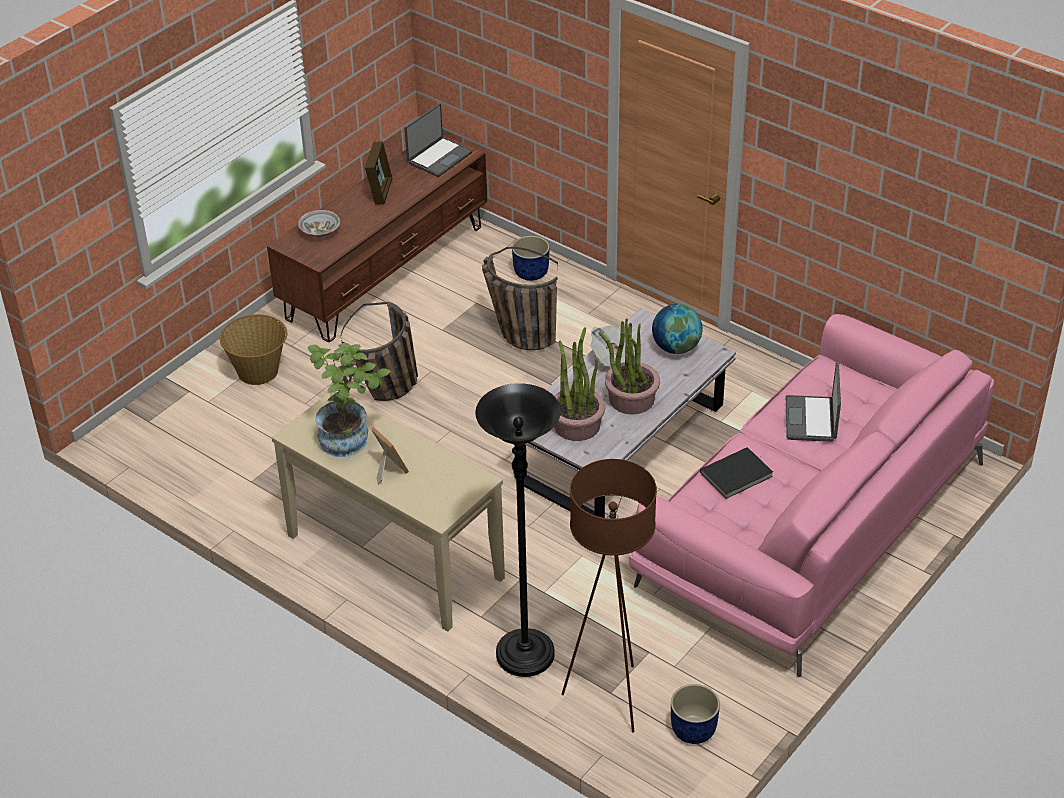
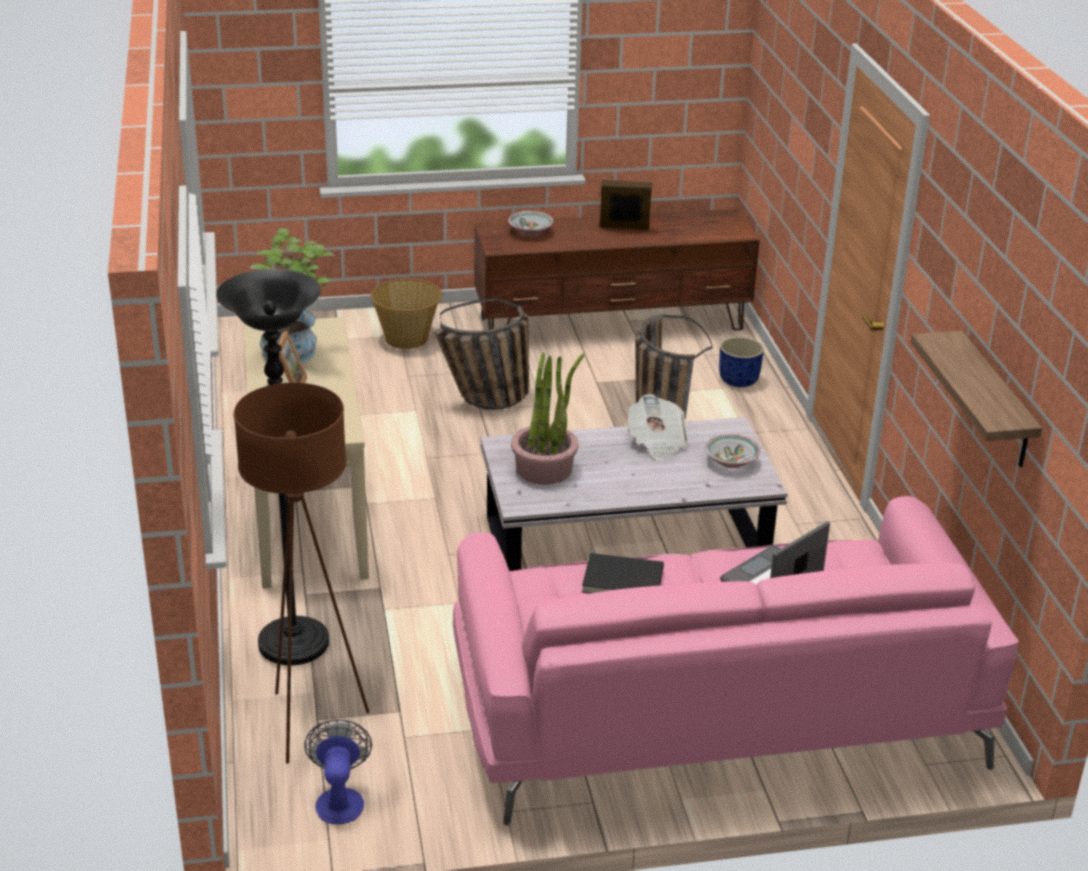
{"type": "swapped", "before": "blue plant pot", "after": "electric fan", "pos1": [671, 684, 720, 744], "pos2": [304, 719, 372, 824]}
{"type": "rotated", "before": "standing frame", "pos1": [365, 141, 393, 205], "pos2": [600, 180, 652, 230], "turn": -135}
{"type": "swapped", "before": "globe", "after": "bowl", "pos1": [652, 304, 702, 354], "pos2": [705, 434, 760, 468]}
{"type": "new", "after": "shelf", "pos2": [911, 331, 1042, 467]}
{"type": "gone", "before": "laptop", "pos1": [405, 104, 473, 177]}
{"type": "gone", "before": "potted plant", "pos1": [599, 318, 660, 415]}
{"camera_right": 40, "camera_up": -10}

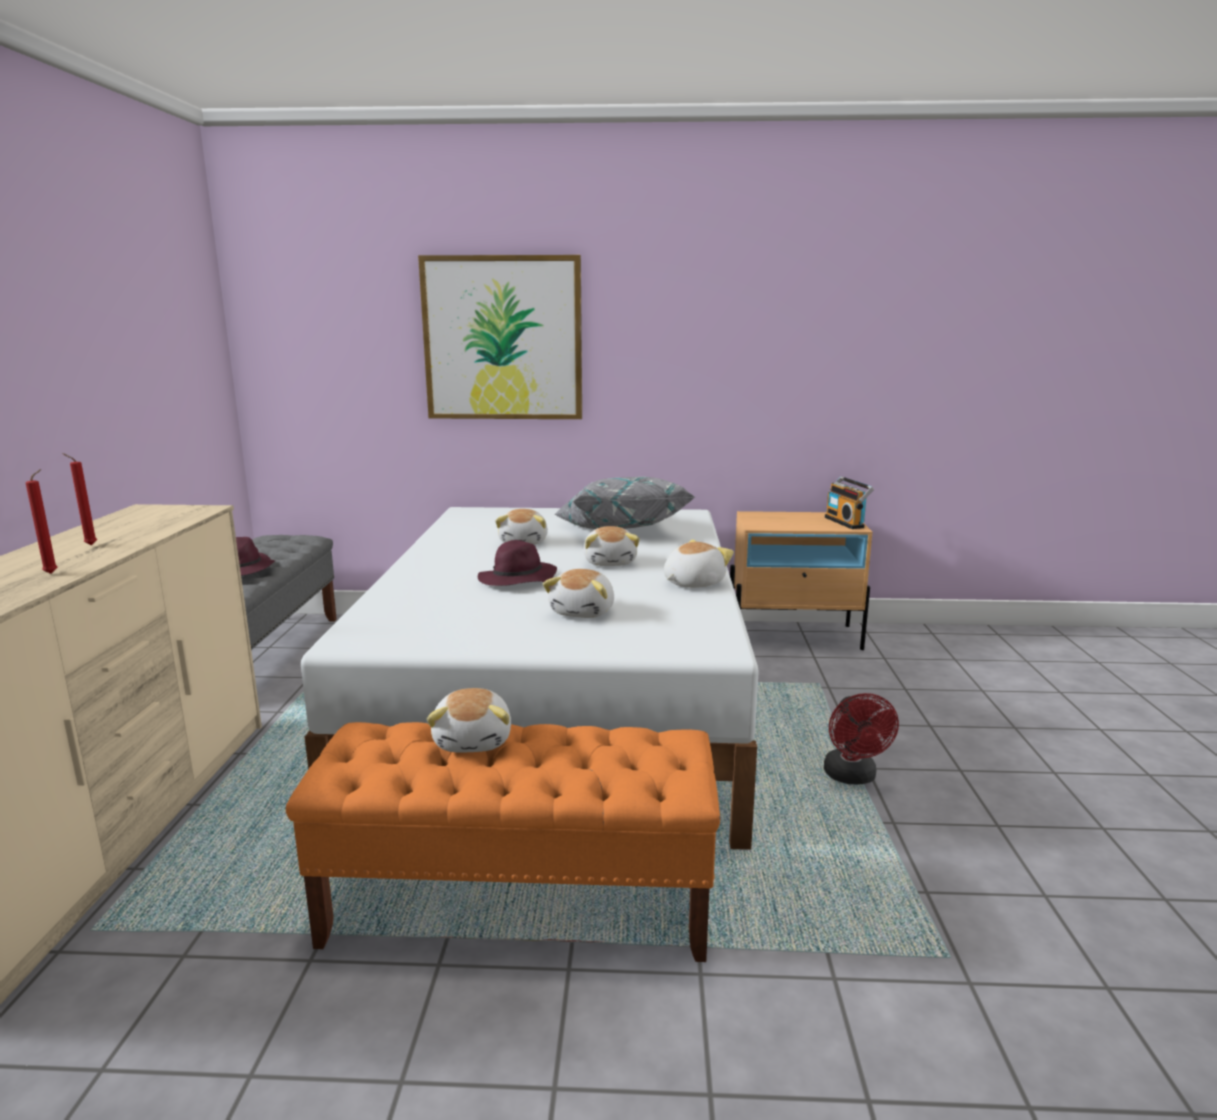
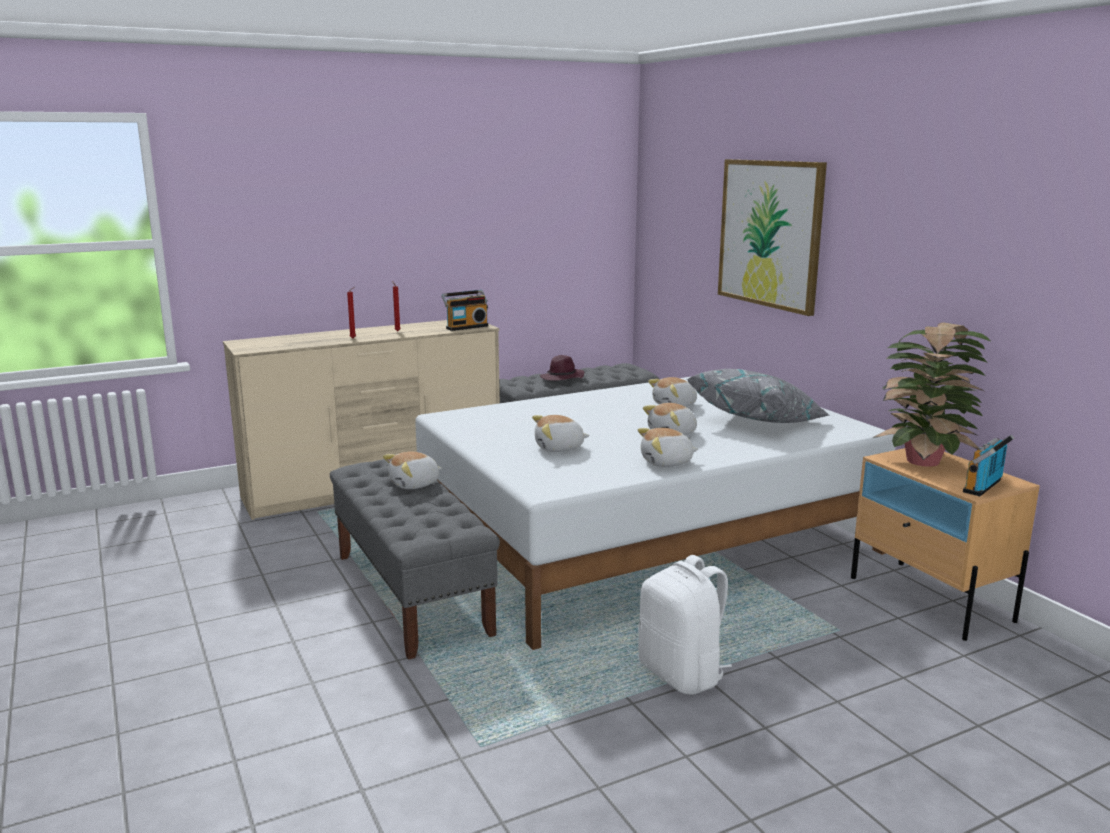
{"type": "repainted", "before": "orange long seat", "after": "greyish long seat", "pos1": [286, 722, 720, 962], "pos2": [330, 459, 500, 660]}
{"type": "new", "after": "radio set", "pos2": [441, 290, 488, 331]}
{"type": "rotated", "before": "soft toy", "pos1": [664, 539, 734, 588], "pos2": [638, 428, 698, 467], "turn": 150}
{"type": "swapped", "before": "reddish electric fan", "after": "whitish knapsack", "pos1": [824, 693, 899, 785], "pos2": [638, 555, 732, 695]}
{"type": "new", "after": "potted plant", "pos2": [872, 322, 990, 467]}
{"type": "gone", "before": "purplish hat", "pos1": [478, 540, 557, 586]}
{"camera_right": 60, "camera_up": 0}

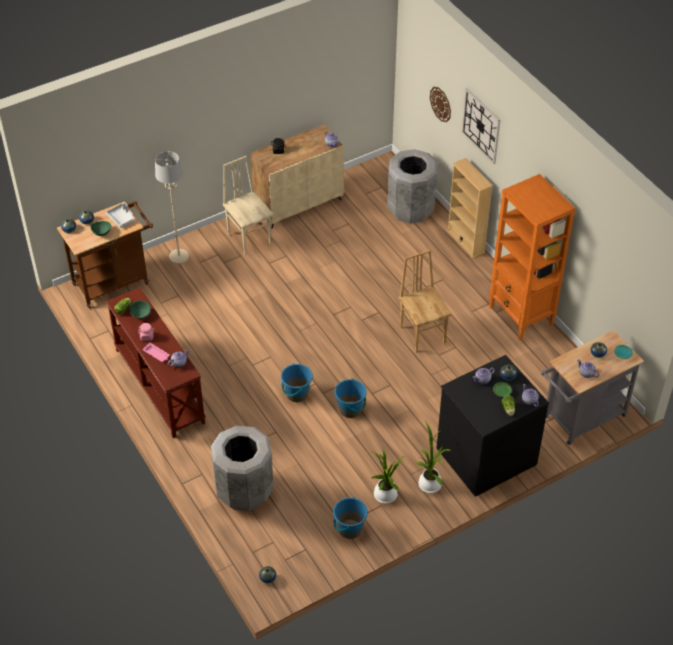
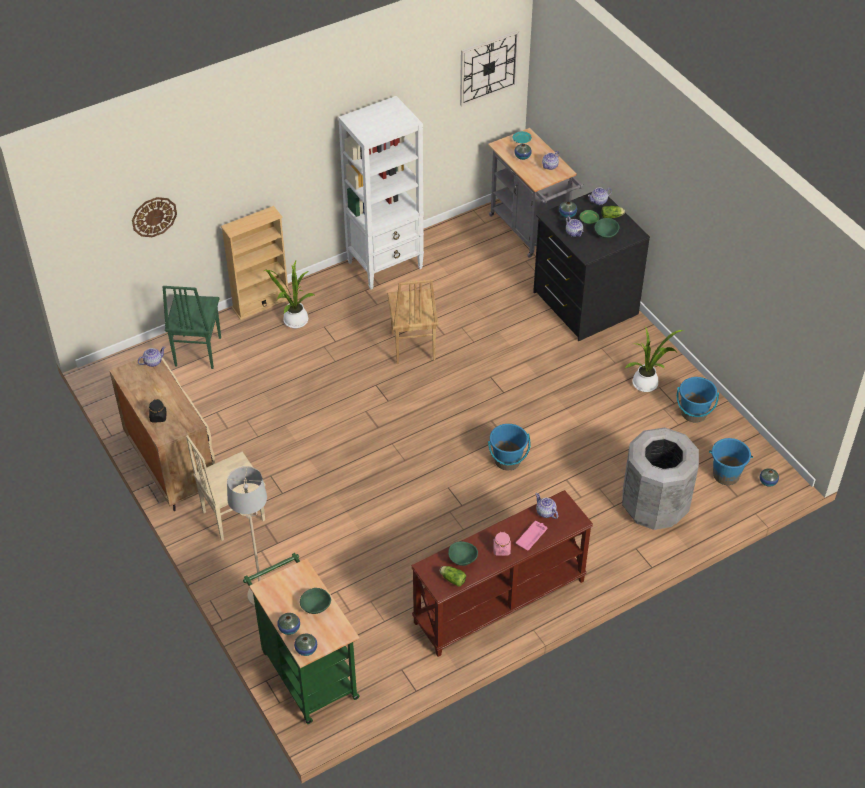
{"type": "swapped", "before": "greyish rubbish bin", "after": "greenish plain chair", "pos1": [387, 149, 438, 224], "pos2": [162, 286, 221, 369]}
{"type": "repainted", "before": "brownish cart", "after": "greenish cart", "pos1": [57, 201, 153, 309], "pos2": [243, 553, 360, 724]}
{"type": "shifted", "before": "potted plant", "pos1": [416, 420, 450, 493], "pos2": [264, 261, 314, 328]}
{"type": "repainted", "before": "orange bookcase", "after": "whitish bookcase", "pos1": [489, 174, 575, 340], "pos2": [338, 96, 424, 290]}
{"type": "rotated", "before": "brownish plain chair", "pos1": [399, 250, 452, 353], "pos2": [387, 280, 439, 364], "turn": -75}
{"type": "shifted", "before": "clock on the wall", "pos1": [461, 88, 500, 164], "pos2": [460, 30, 519, 106]}
{"type": "new", "after": "greenish bowl", "pos2": [595, 218, 619, 238]}
{"type": "shifted", "before": "blue bucket", "pos1": [335, 378, 367, 418], "pos2": [709, 438, 753, 485]}
{"type": "gone", "before": "greyish tray", "pos1": [106, 202, 134, 228]}
{"camera_right": -90, "camera_up": 0}

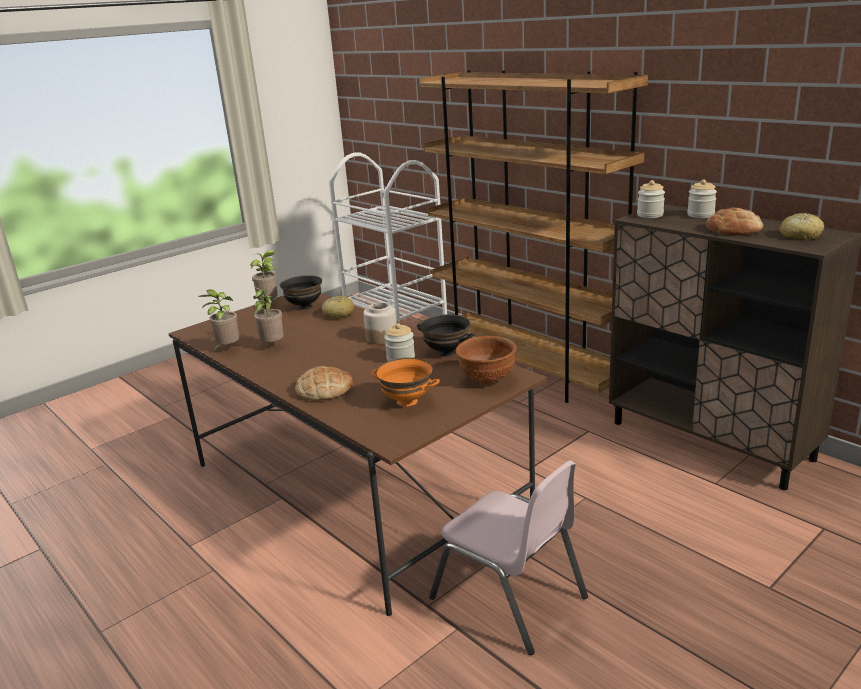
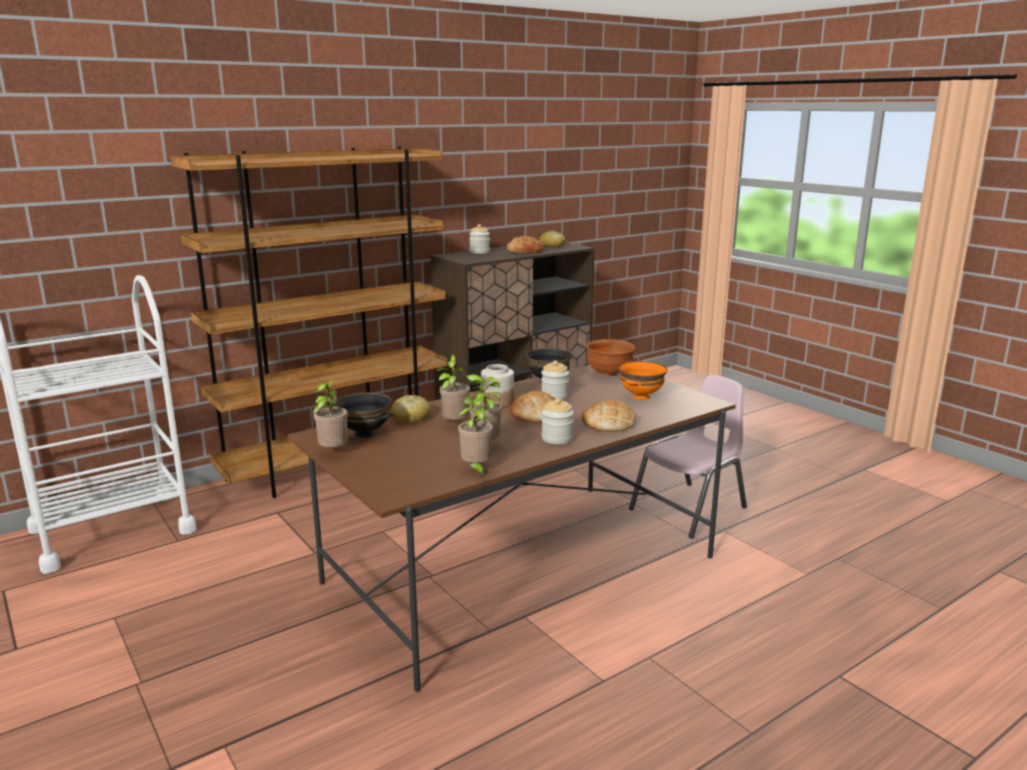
{"type": "new", "after": "potted plant", "pos2": [436, 355, 470, 421]}
{"type": "new", "after": "baked bread", "pos2": [509, 391, 556, 422]}
{"type": "shifted", "before": "jar", "pos1": [637, 180, 665, 218], "pos2": [541, 398, 574, 444]}
{"camera_right": -85, "camera_up": -5}

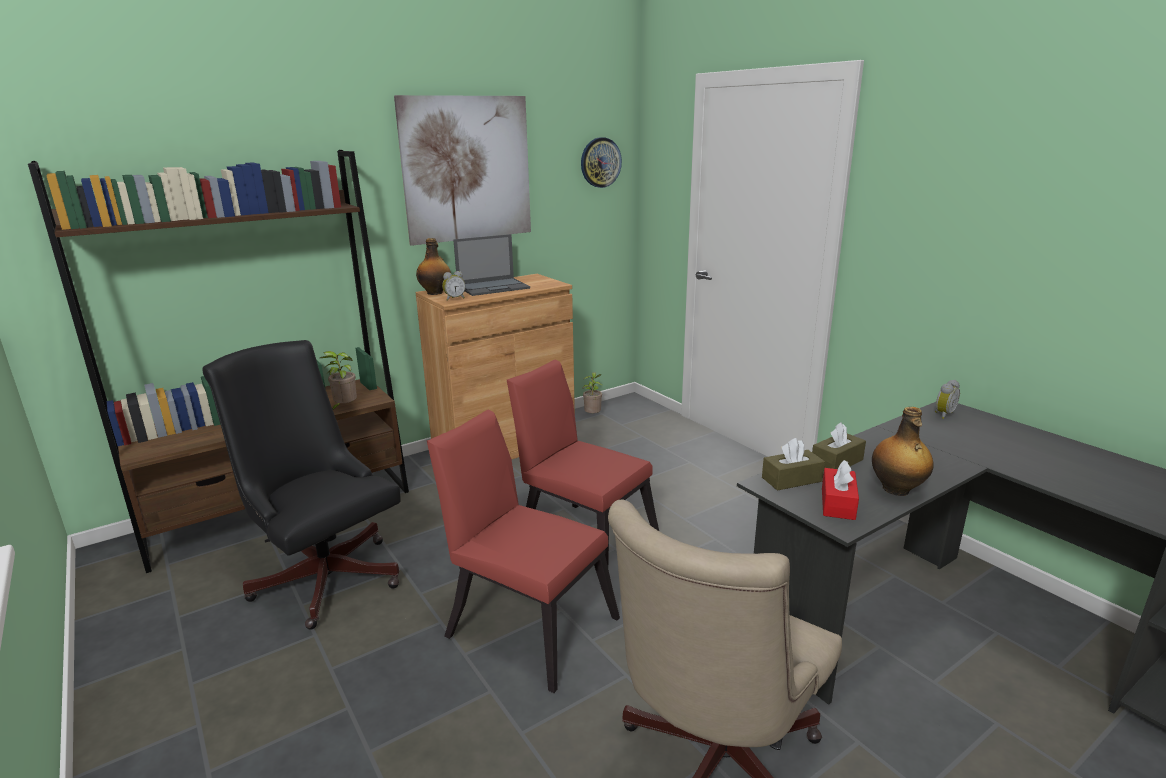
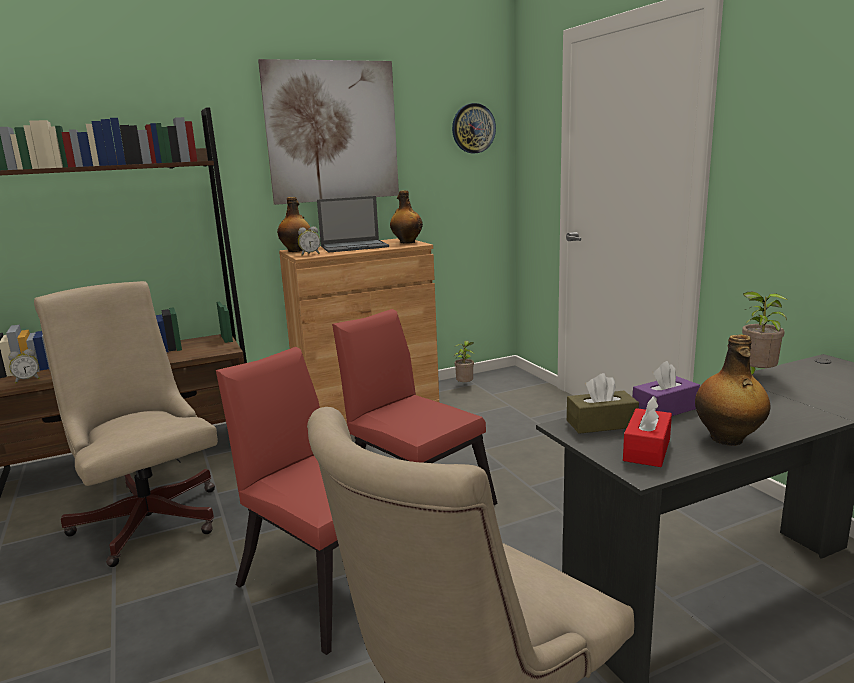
{"type": "shifted", "before": "alarm clock", "pos1": [935, 380, 960, 419], "pos2": [8, 349, 40, 384]}
{"type": "repainted", "before": "black computer chair", "after": "sand-coloured computer chair", "pos1": [202, 340, 401, 630], "pos2": [34, 281, 218, 567]}
{"type": "new", "after": "beverage bottle", "pos2": [390, 190, 423, 244]}
{"type": "repainted", "before": "brownish box of tissues", "after": "purplish box of tissues", "pos1": [812, 423, 866, 469], "pos2": [633, 361, 700, 416]}
{"type": "shifted", "before": "potted plant", "pos1": [320, 351, 357, 410], "pos2": [742, 292, 788, 375]}
{"camera_right": 10, "camera_up": -5}

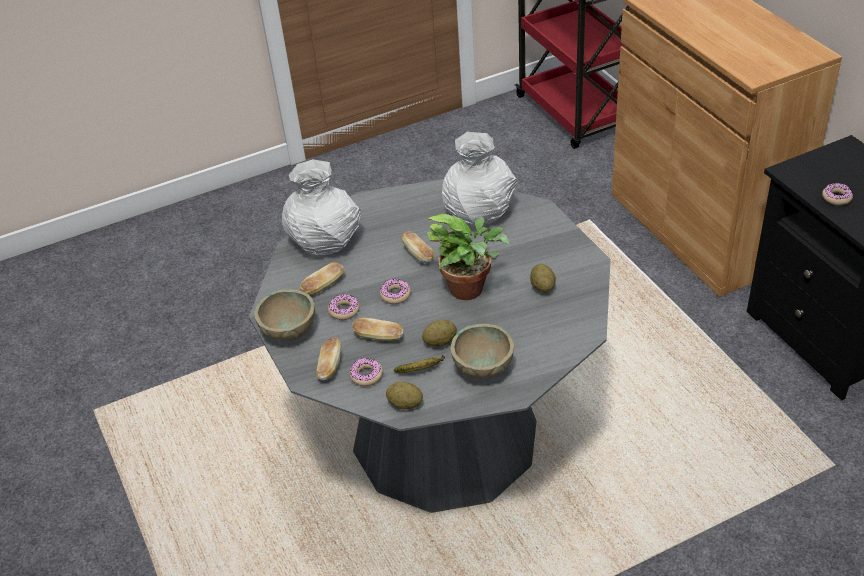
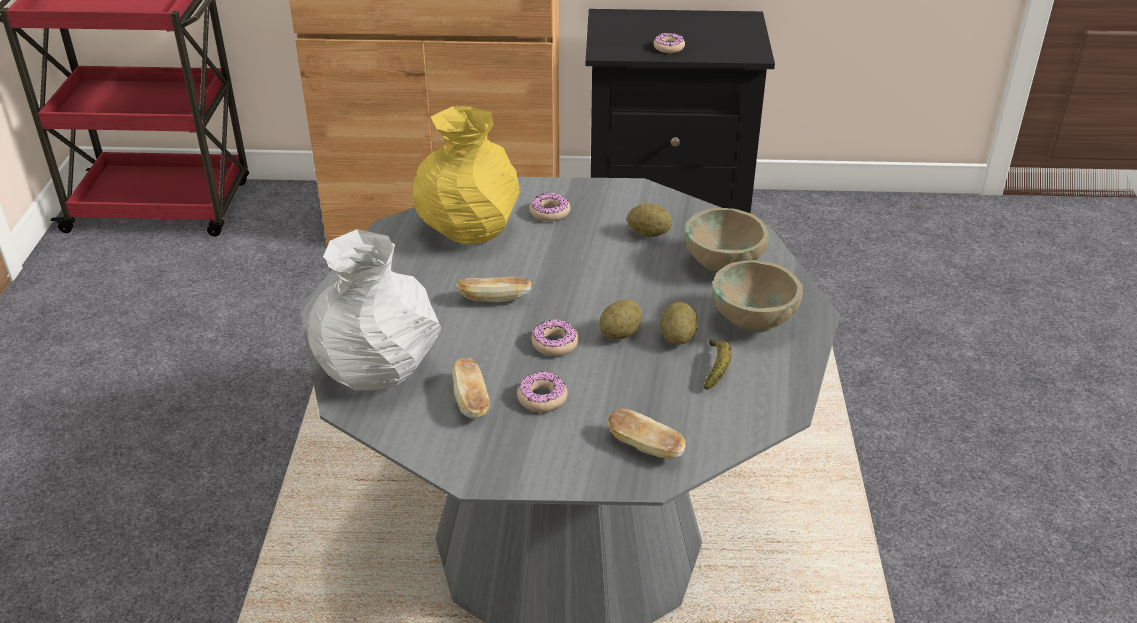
{"type": "repainted", "before": "whitish decorative vase", "after": "yellow decorative vase", "pos1": [442, 132, 518, 226], "pos2": [412, 106, 520, 244]}
{"type": "shifted", "before": "doughnut", "pos1": [349, 358, 383, 386], "pos2": [529, 192, 570, 222]}
{"type": "shifted", "before": "spud", "pos1": [386, 382, 423, 409], "pos2": [599, 299, 642, 340]}
{"type": "shifted", "before": "sand-coloured bowl", "pos1": [254, 289, 315, 341], "pos2": [684, 208, 769, 273]}
{"type": "gone", "before": "baked bread", "pos1": [352, 318, 403, 341]}
{"type": "gone", "before": "potted plant", "pos1": [426, 214, 509, 300]}
{"camera_right": -65, "camera_up": -5}

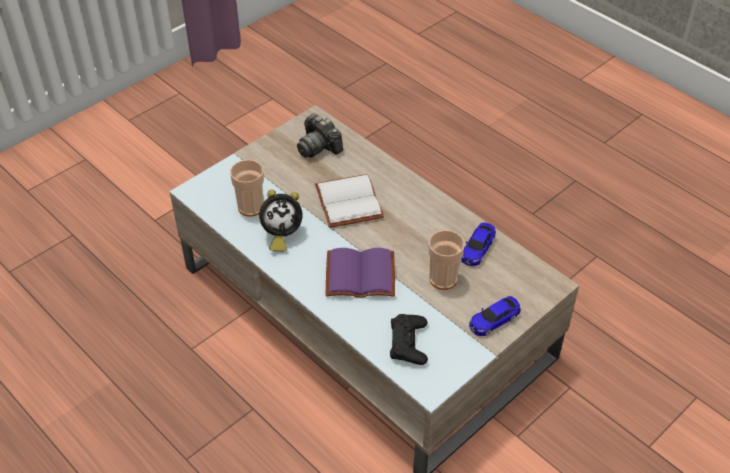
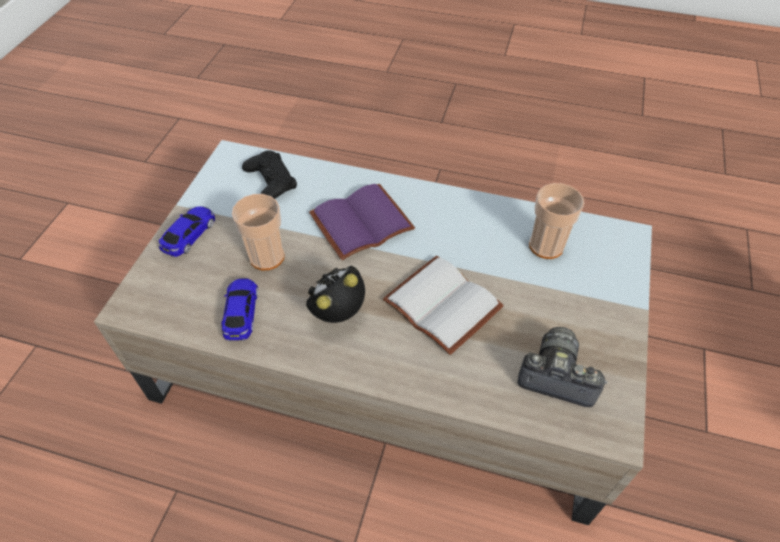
{"type": "shifted", "before": "alarm clock", "pos1": [259, 189, 303, 251], "pos2": [306, 266, 365, 323]}
{"camera_right": 150, "camera_up": 5}

